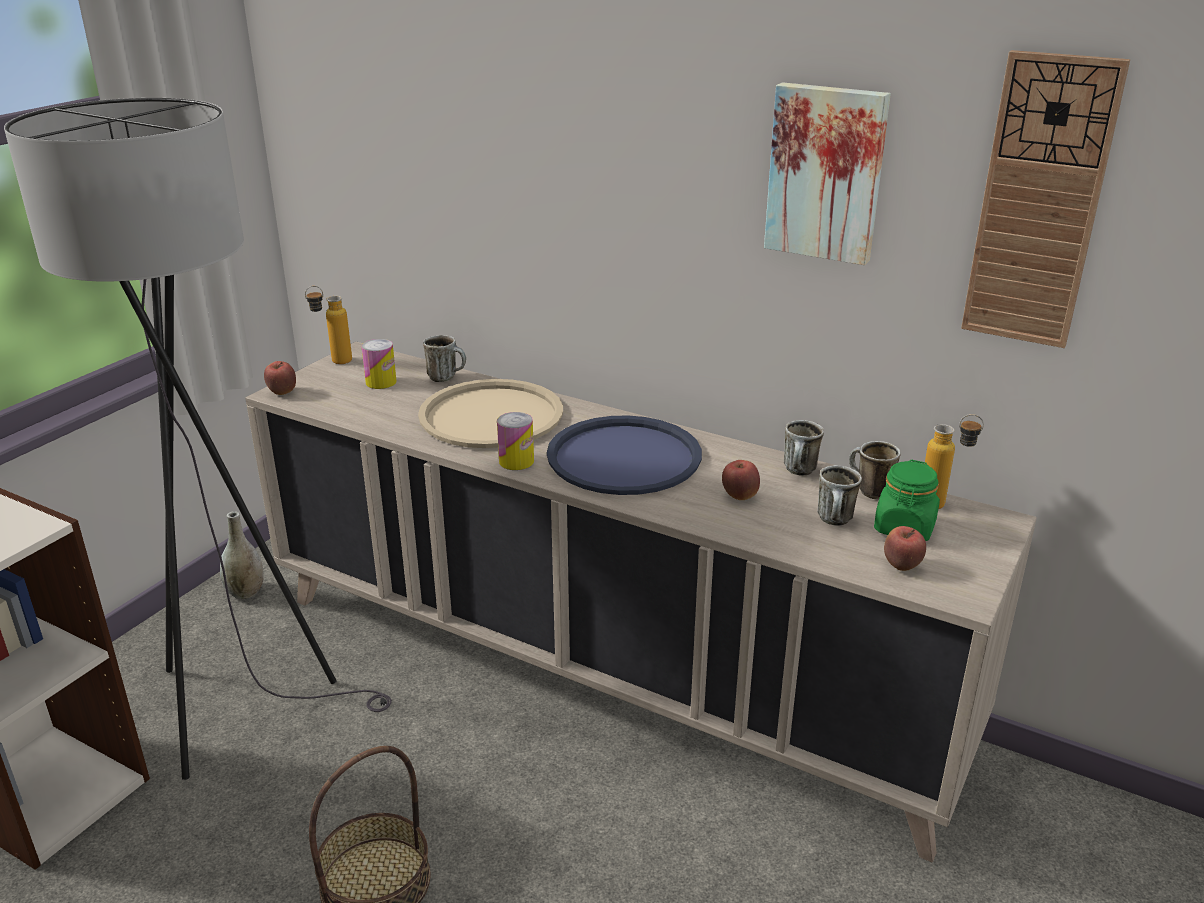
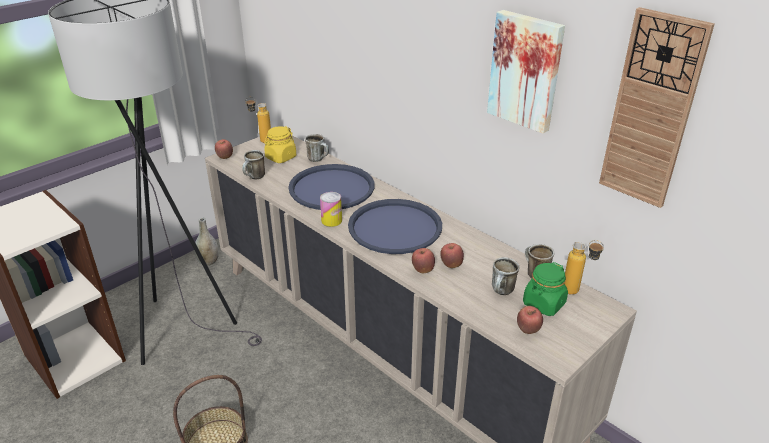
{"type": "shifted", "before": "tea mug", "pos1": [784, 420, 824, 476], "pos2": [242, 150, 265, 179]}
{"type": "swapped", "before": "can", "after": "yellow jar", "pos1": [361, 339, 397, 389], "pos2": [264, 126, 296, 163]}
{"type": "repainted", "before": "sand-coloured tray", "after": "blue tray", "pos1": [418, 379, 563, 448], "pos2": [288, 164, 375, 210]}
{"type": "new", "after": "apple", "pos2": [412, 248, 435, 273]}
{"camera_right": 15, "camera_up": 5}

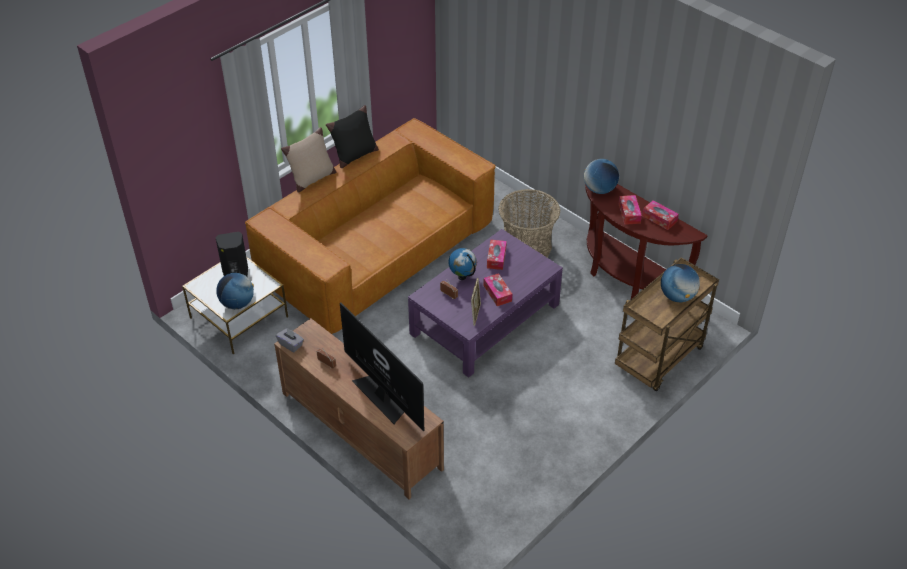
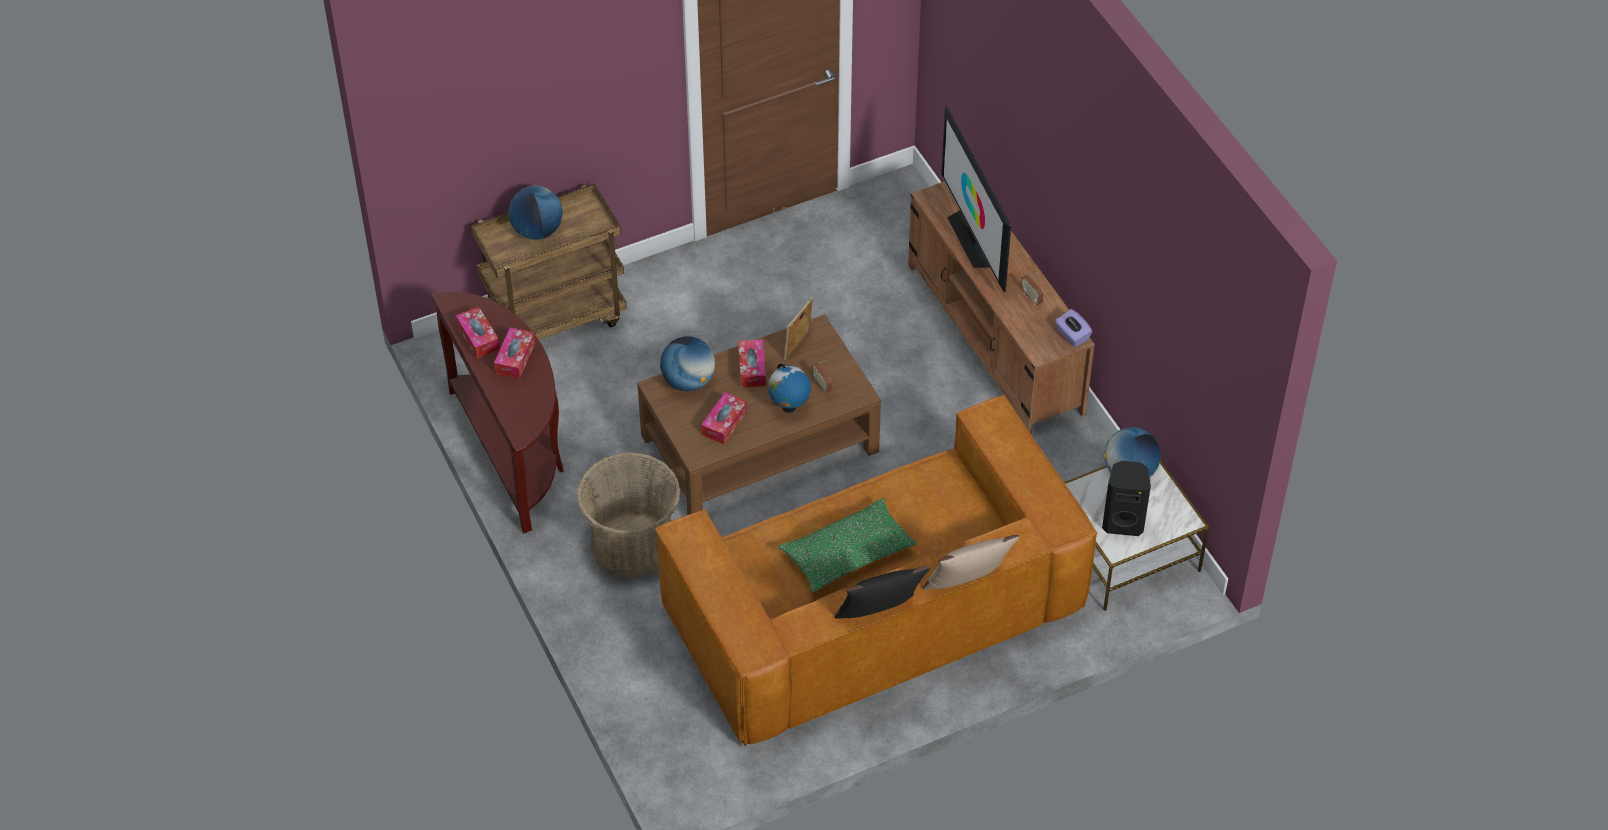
{"type": "repainted", "before": "purplish coffee table", "after": "brownish coffee table", "pos1": [408, 229, 563, 378], "pos2": [637, 314, 881, 515]}
{"type": "shifted", "before": "globe", "pos1": [584, 159, 619, 194], "pos2": [660, 336, 715, 391]}
{"type": "new", "after": "greenish throw pillow", "pos2": [779, 498, 916, 593]}
{"type": "repainted", "before": "greyish box of tissues", "after": "purplish box of tissues", "pos1": [276, 328, 304, 352], "pos2": [1055, 309, 1092, 347]}
{"camera_right": -160, "camera_up": 5}

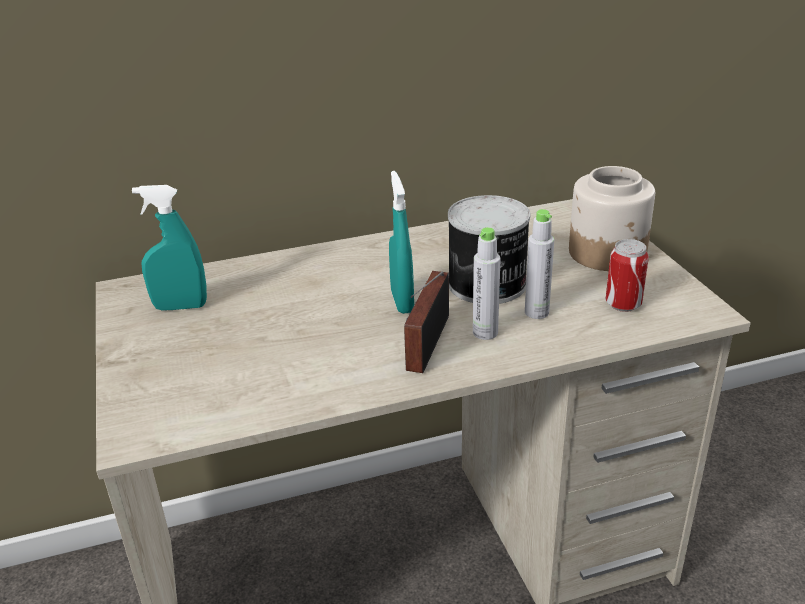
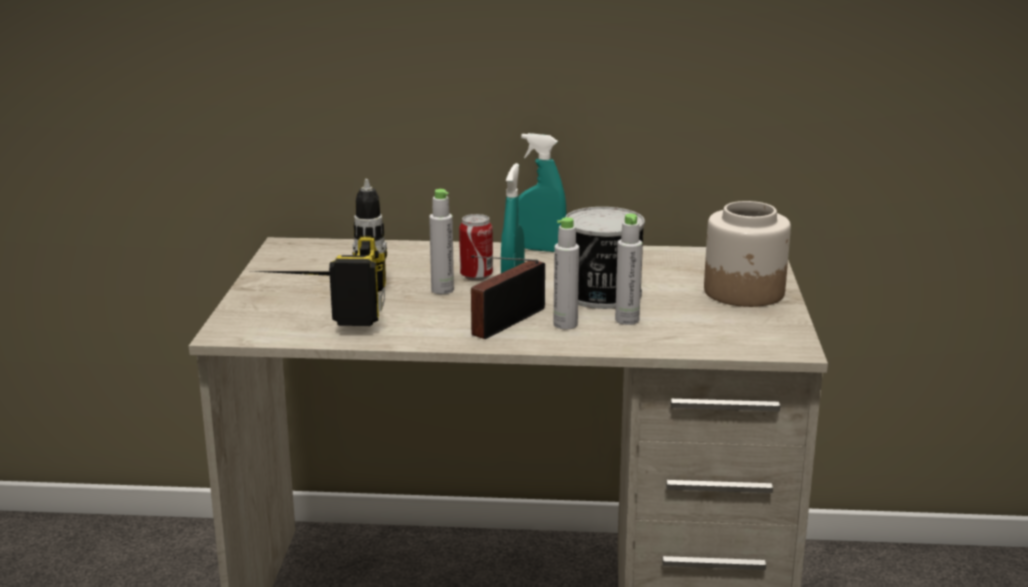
{"type": "new", "after": "power drill", "pos2": [252, 179, 387, 326]}
{"type": "new", "after": "greyish beverage bottle", "pos2": [429, 189, 454, 294]}
{"type": "shifted", "before": "can", "pos1": [606, 239, 649, 312], "pos2": [459, 214, 493, 281]}
{"type": "shifted", "before": "blue-green spray bottle", "pos1": [132, 185, 207, 311], "pos2": [518, 133, 567, 252]}
{"camera_right": 20, "camera_up": -10}

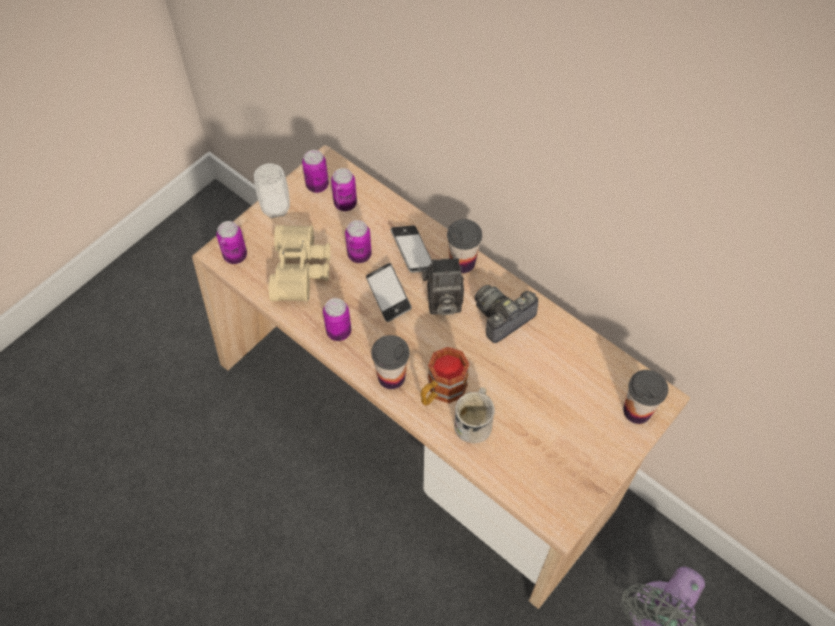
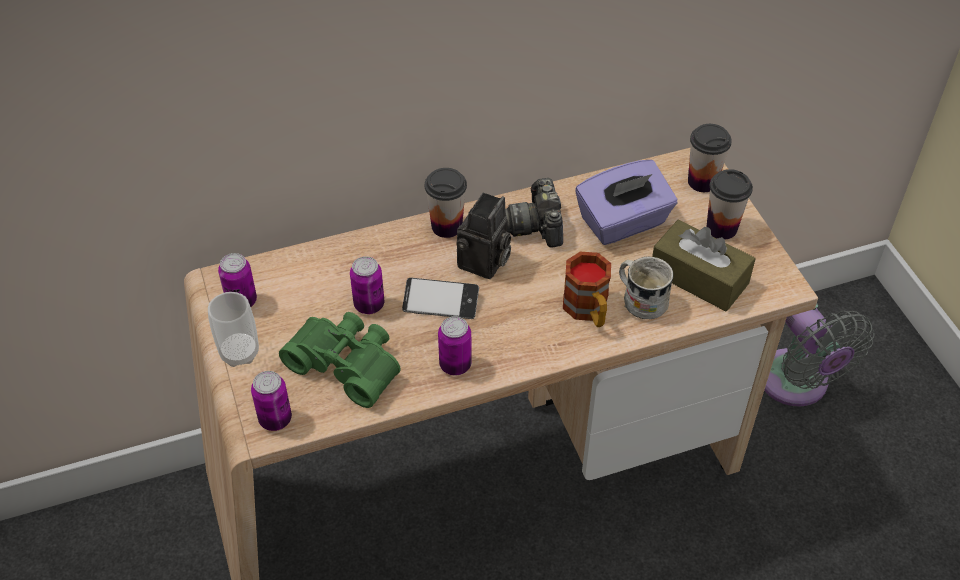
{"type": "repainted", "before": "sand-coloured field glasses", "after": "greenish field glasses", "pos1": [269, 225, 330, 302], "pos2": [279, 312, 401, 408]}
{"type": "new", "after": "purplish box of tissues", "pos2": [575, 160, 677, 245]}
{"type": "new", "after": "brownish box of tissues", "pos2": [652, 219, 756, 311]}
{"type": "shifted", "before": "cup", "pos1": [371, 335, 410, 389], "pos2": [707, 169, 753, 240]}
{"type": "gone", "before": "can", "pos1": [331, 168, 357, 211]}
{"type": "gone", "before": "telephone", "pos1": [391, 225, 432, 273]}
{"camera_right": -60, "camera_up": -10}

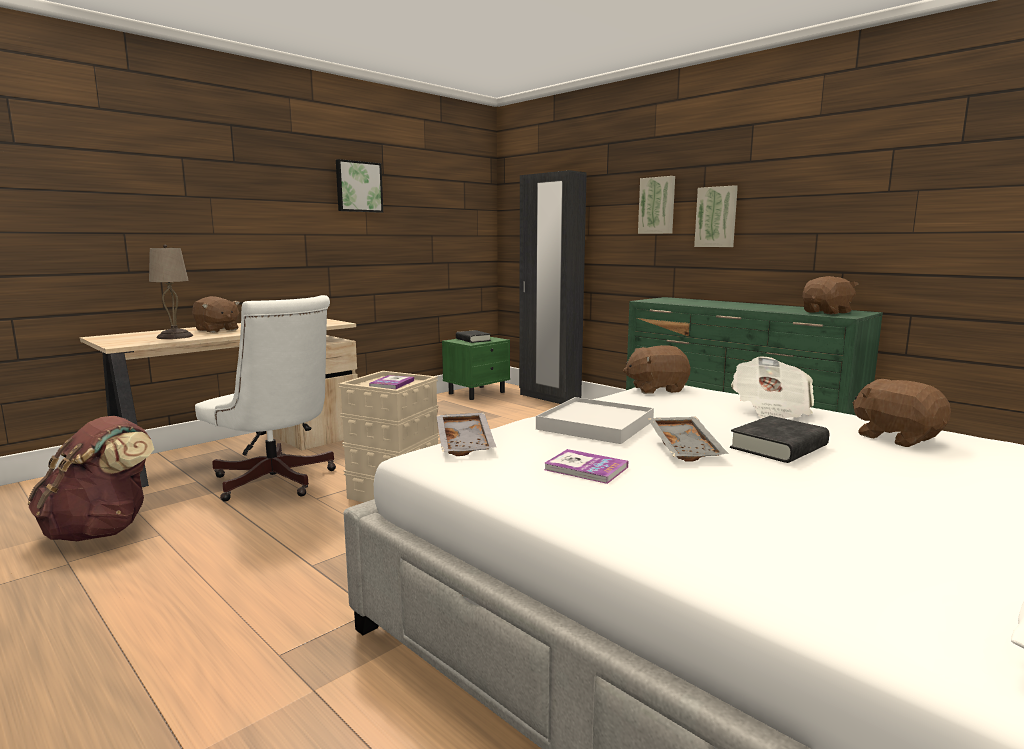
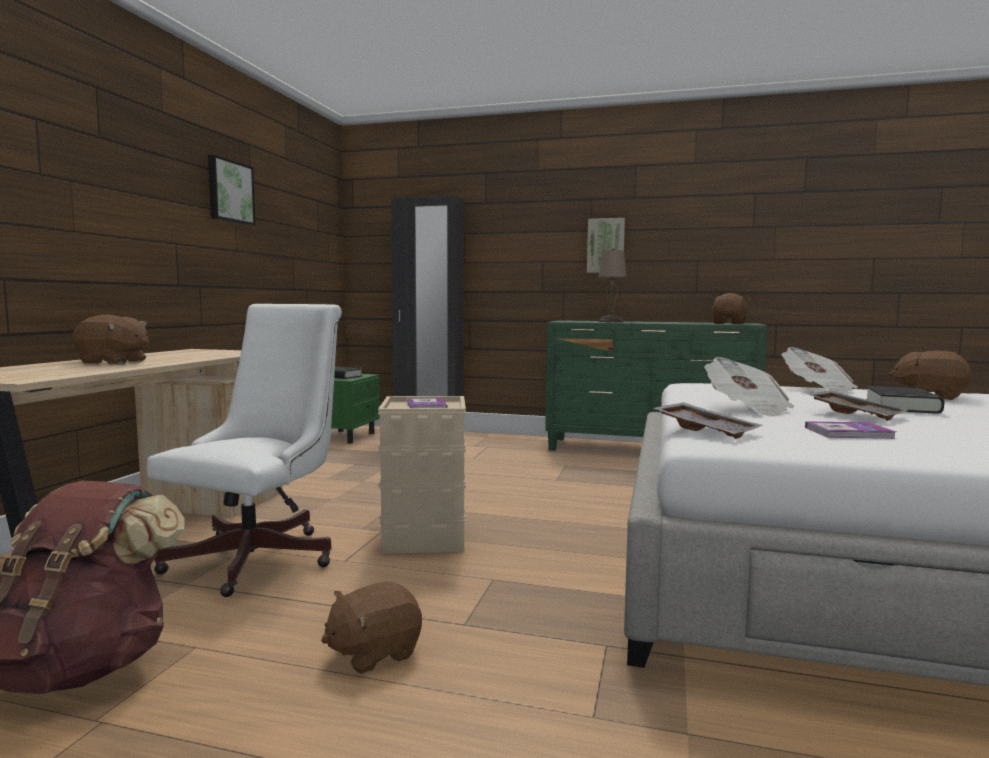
{"type": "rotated", "before": "whitish computer chair", "pos1": [195, 295, 336, 502], "pos2": [147, 304, 342, 597], "turn": -75}
{"type": "shifted", "before": "brownish soft toy", "pos1": [623, 345, 691, 394], "pos2": [321, 582, 422, 674]}
{"type": "shifted", "before": "sand-coloured tabletop lamp", "pos1": [149, 245, 193, 339], "pos2": [598, 248, 626, 322]}
{"type": "swapped", "before": "whitish tray", "after": "daily paper", "pos1": [536, 397, 654, 444], "pos2": [704, 357, 794, 417]}
{"type": "gone", "before": "wall picture", "pos1": [638, 176, 675, 234]}
{"camera_right": -30, "camera_up": -5}

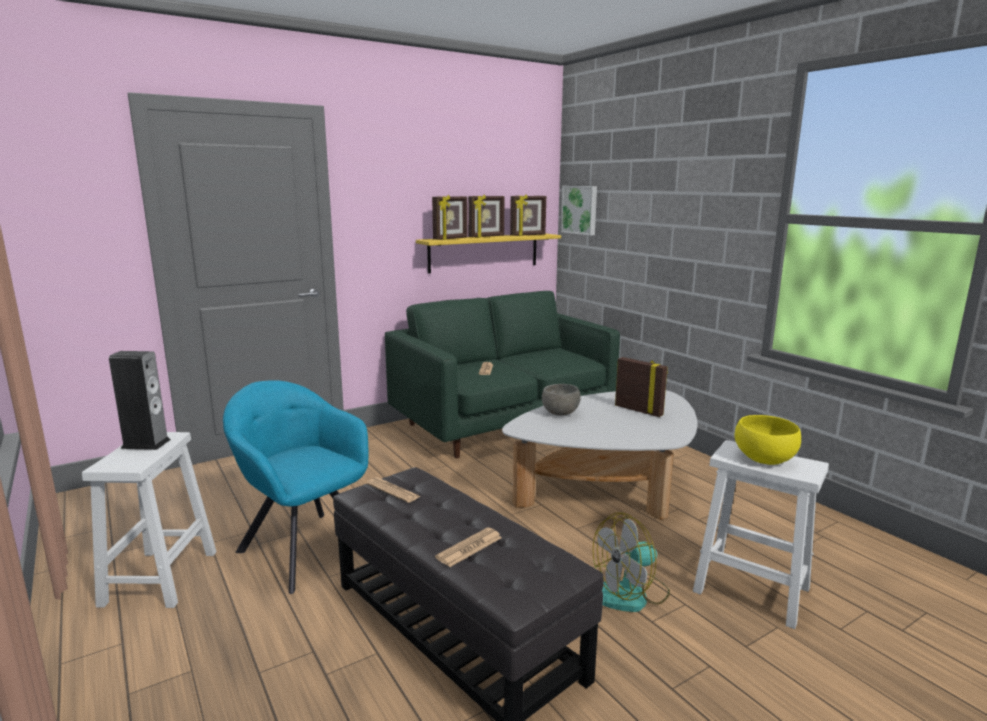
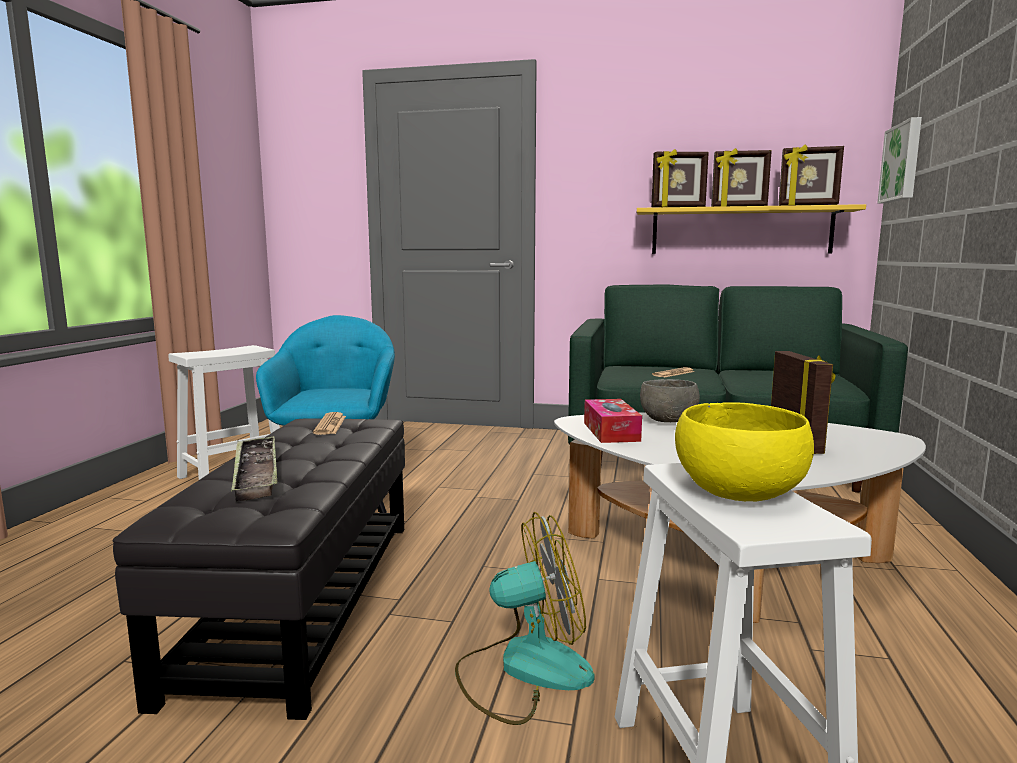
{"type": "swapped", "before": "daily paper", "after": "tray", "pos1": [435, 527, 502, 567], "pos2": [231, 436, 278, 501]}
{"type": "rotated", "before": "electric fan", "pos1": [593, 512, 670, 612], "pos2": [455, 512, 595, 725], "turn": 150}
{"type": "new", "after": "box of tissues", "pos2": [584, 399, 642, 443]}
{"type": "gone", "before": "speaker", "pos1": [109, 351, 171, 450]}
{"camera_right": 45, "camera_up": -5}

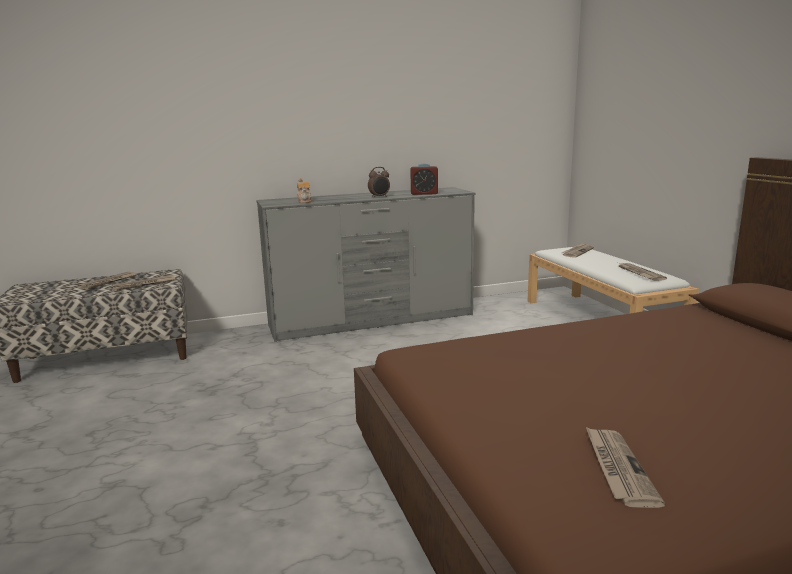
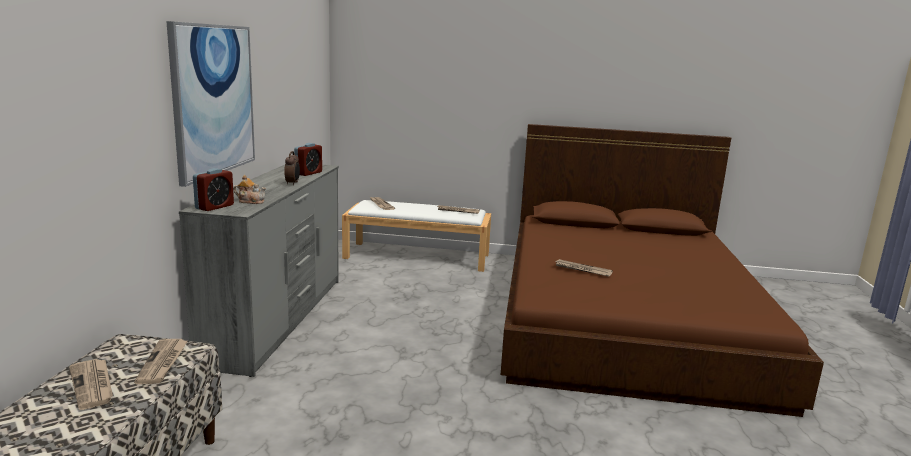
{"type": "new", "after": "wall picture", "pos2": [166, 21, 255, 187]}
{"type": "new", "after": "alarm clock", "pos2": [193, 168, 234, 211]}
{"type": "shifted", "before": "daily paper", "pos1": [586, 427, 665, 508], "pos2": [554, 259, 613, 277]}
{"camera_right": -65, "camera_up": 0}

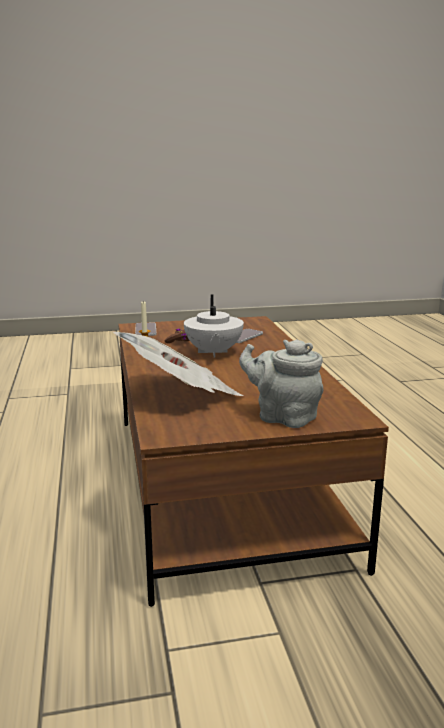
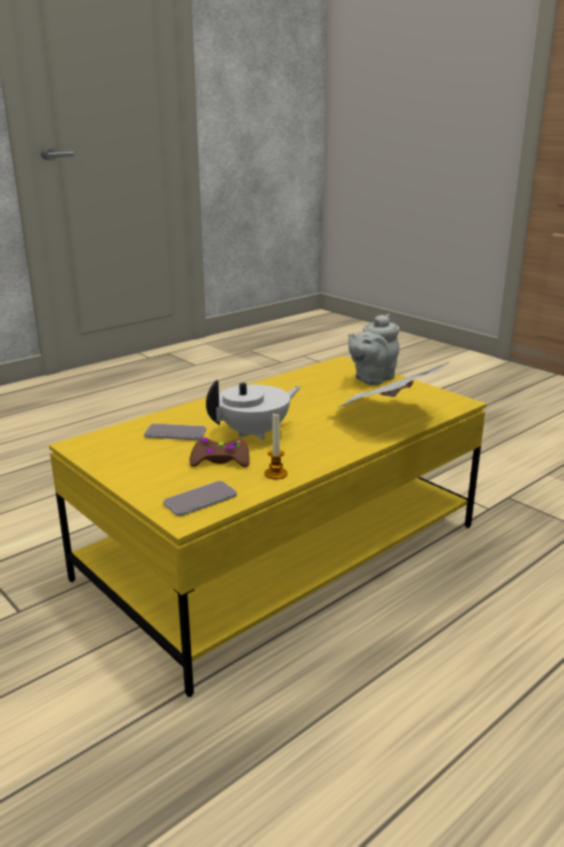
{"type": "repainted", "before": "brownish coffee table", "after": "yellow coffee table", "pos1": [118, 316, 389, 607], "pos2": [49, 356, 487, 697]}
{"type": "rotated", "before": "greyish tea pot", "pos1": [239, 339, 323, 428], "pos2": [348, 314, 400, 385], "turn": 45}
{"camera_right": -120, "camera_up": 5}

